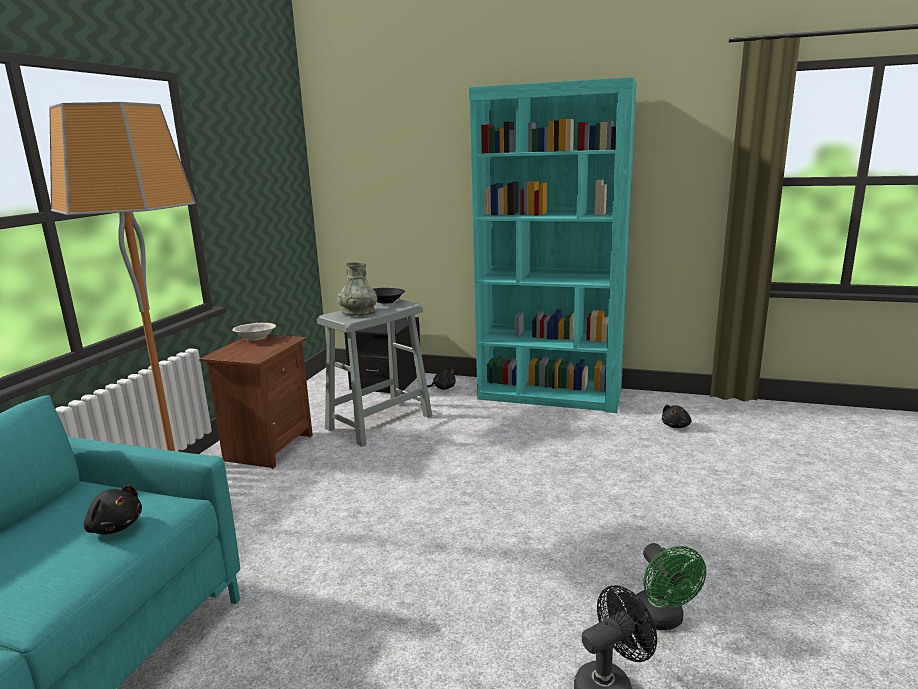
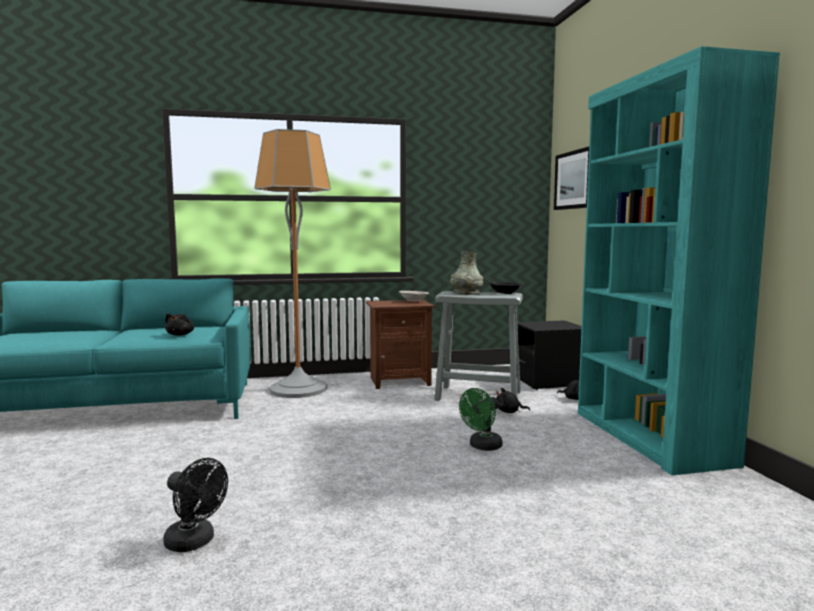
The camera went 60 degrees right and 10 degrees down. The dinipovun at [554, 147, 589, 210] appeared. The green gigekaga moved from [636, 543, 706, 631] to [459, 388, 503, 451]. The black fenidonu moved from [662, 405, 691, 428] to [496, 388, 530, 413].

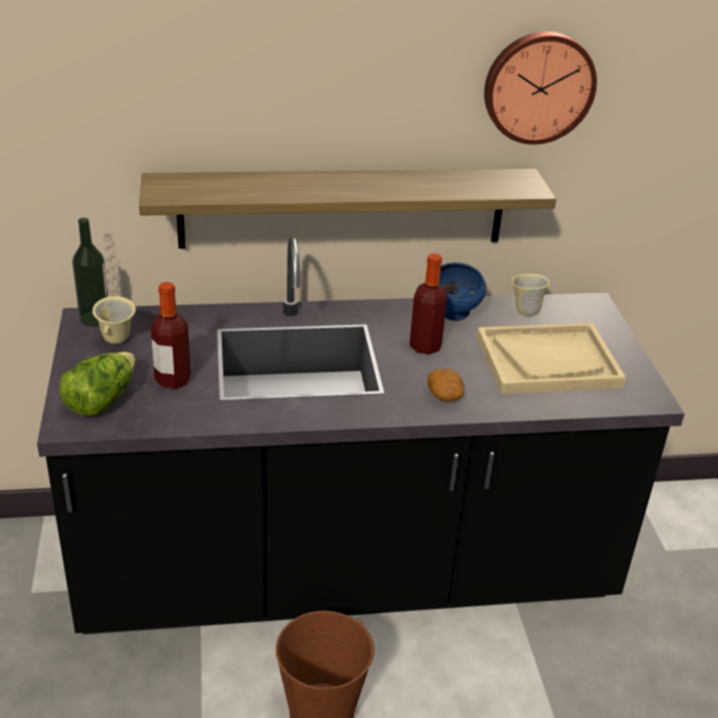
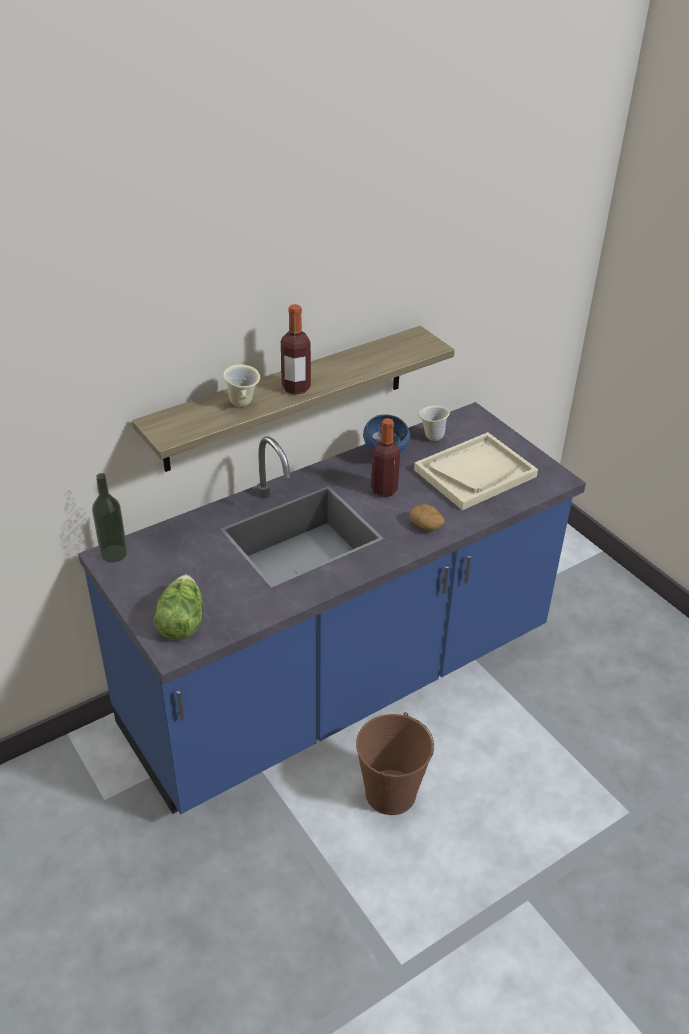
The camera went 25 degrees left and 5 degrees up. The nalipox at [484, 31, 597, 145] disappeared. The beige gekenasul moved from [92, 296, 136, 344] to [223, 364, 260, 407]. The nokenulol moved from [151, 282, 191, 389] to [281, 304, 311, 395]. The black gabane at [37, 238, 685, 634] became the blue gabane at [78, 402, 586, 814].

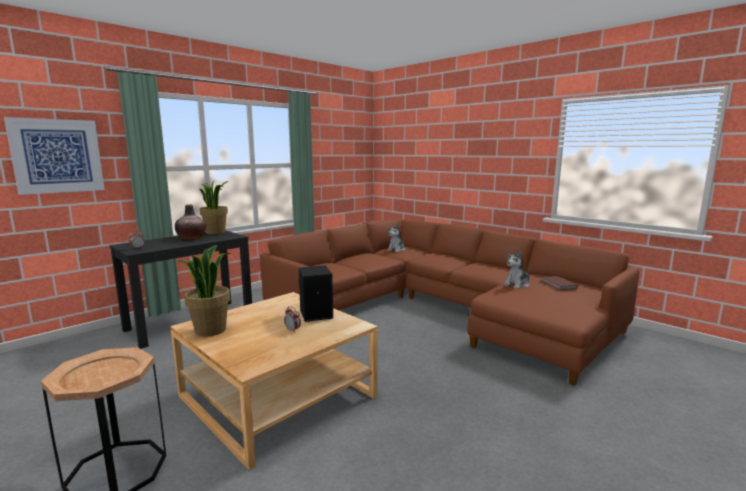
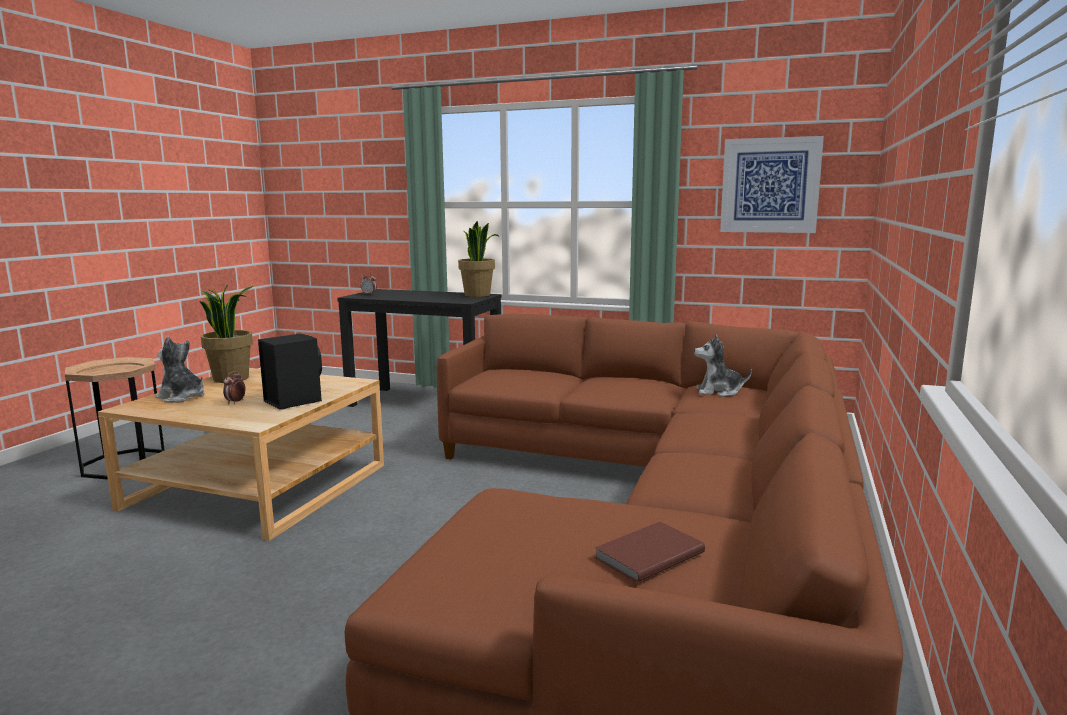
The camera went 65 degrees right and 0 degrees up. The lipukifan at [175, 205, 206, 240] disappeared. The dinipovun moved from [4, 117, 105, 195] to [720, 136, 824, 233]. The fenidonu moved from [503, 251, 530, 289] to [155, 336, 205, 403].

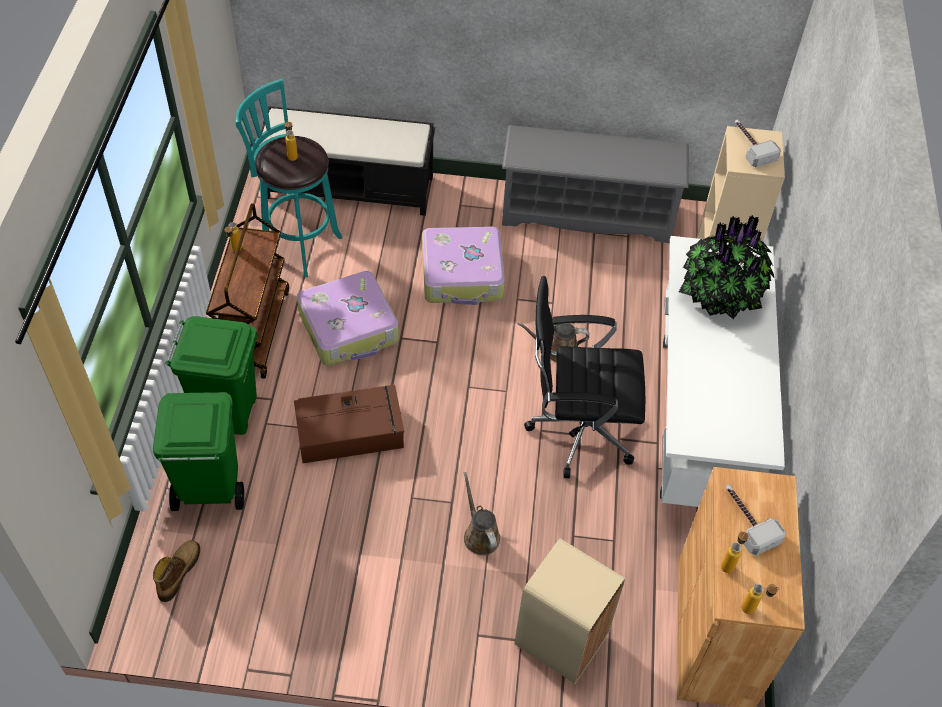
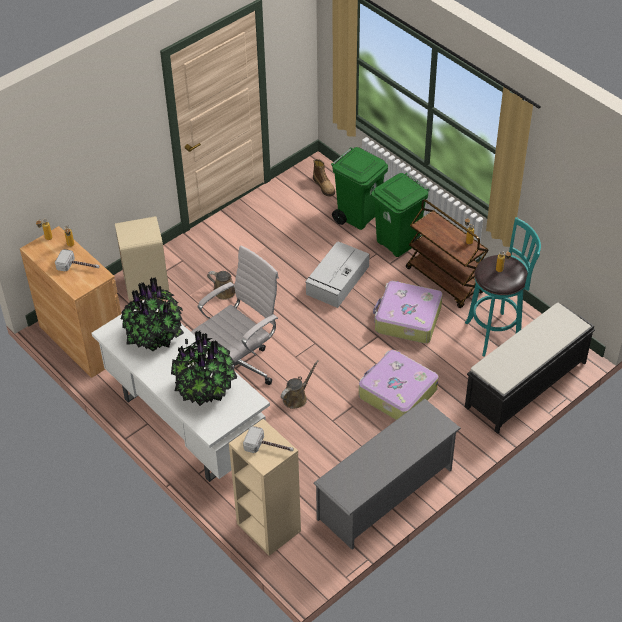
The camera went 135 degrees right and 5 degrees down. The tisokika at [120, 277, 184, 351] appeared. The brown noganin at [294, 385, 404, 463] became the grey noganin at [305, 241, 369, 308]. The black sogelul at [524, 276, 645, 478] became the white sogelul at [191, 245, 279, 385].

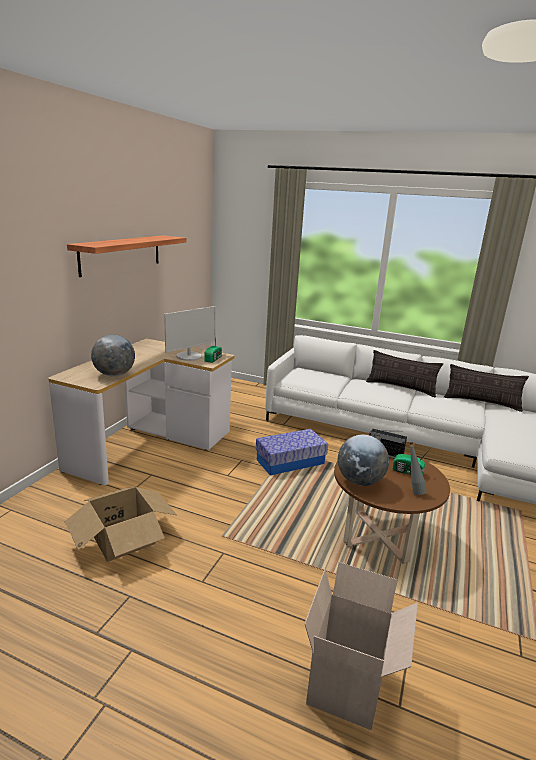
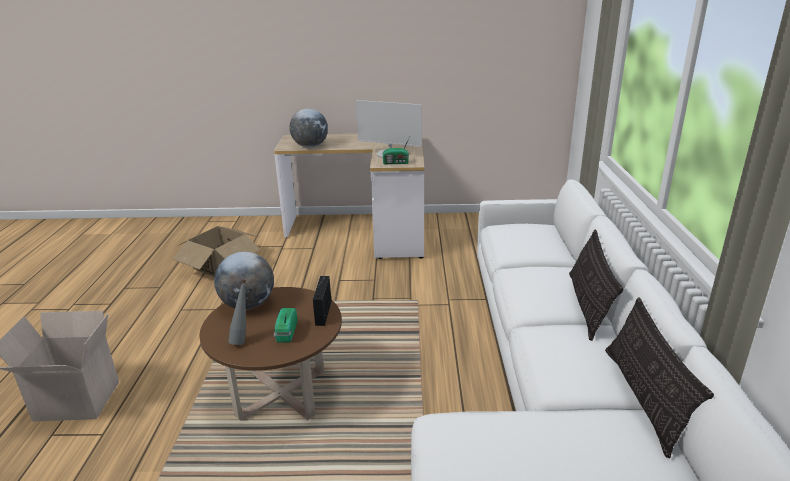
The camera went 70 degrees right and 5 degrees up. The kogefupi at [67, 235, 186, 277] disappeared. The noganin at [256, 429, 328, 475] disappeared.

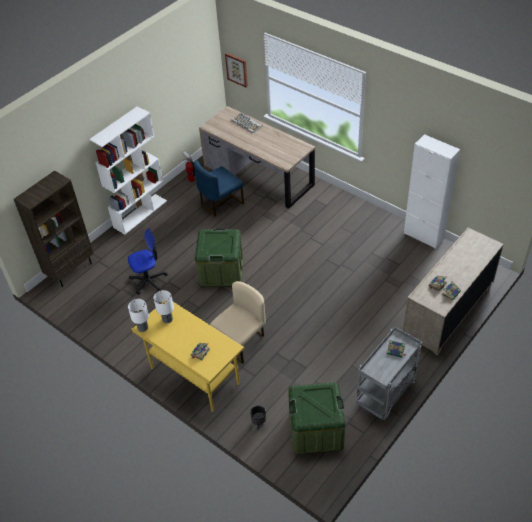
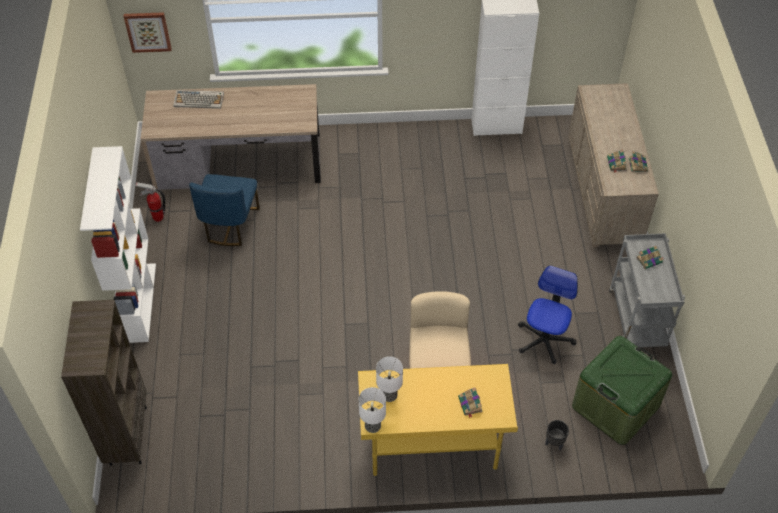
The camera went 45 degrees left and 5 degrees up. The green noganin at [195, 228, 243, 287] disappeared. The sogelul moved from [128, 228, 168, 295] to [518, 265, 578, 364].

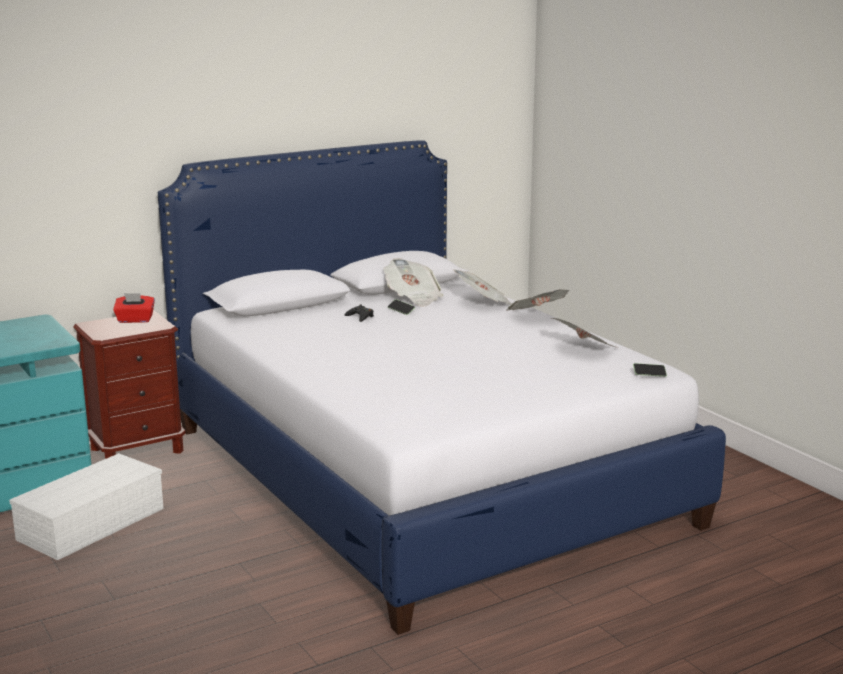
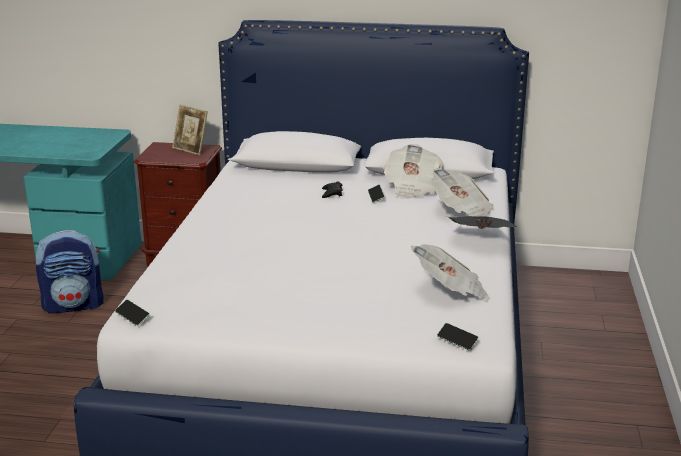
The camera went 40 degrees right and 5 degrees up. The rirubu at [115, 299, 150, 326] appeared. The white noganin at [9, 453, 164, 560] was replaced by the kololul at [36, 230, 104, 313]. The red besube at [113, 293, 155, 323] was replaced by the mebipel at [172, 104, 208, 155].

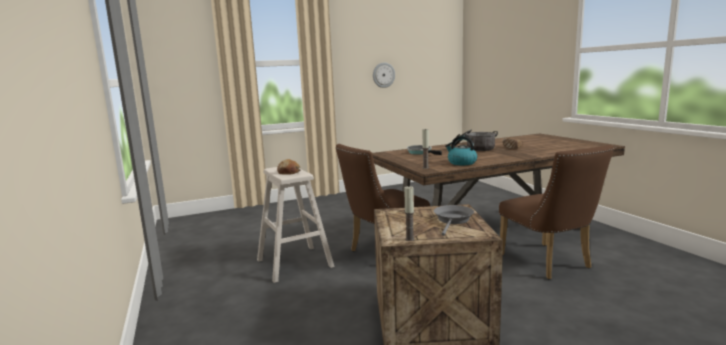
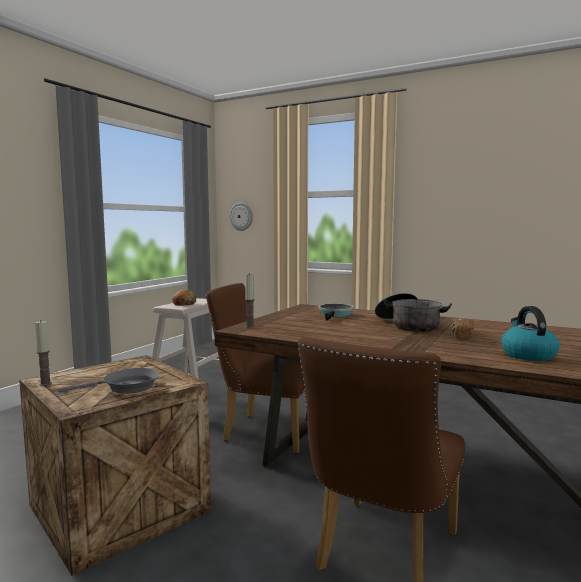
The camera went 50 degrees right and 5 degrees down. The nalipox moved from [373, 62, 395, 88] to [229, 202, 253, 231]. The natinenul moved from [445, 136, 477, 165] to [501, 306, 560, 361].

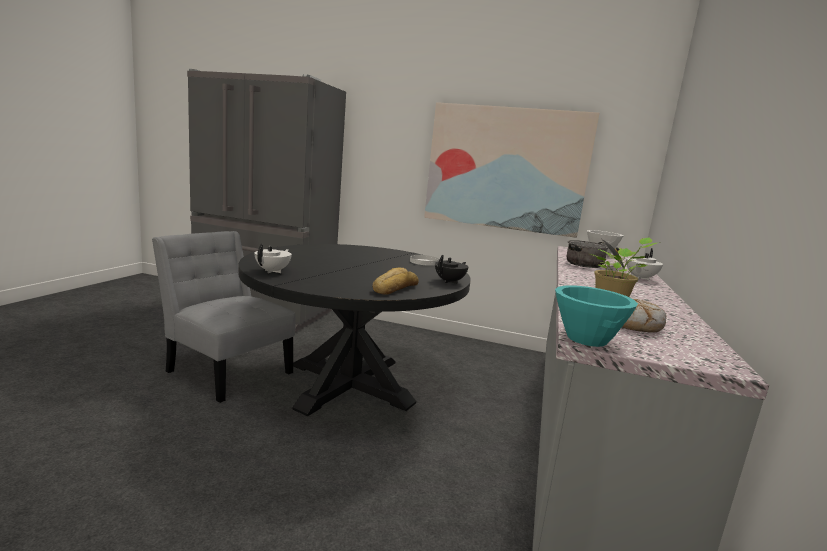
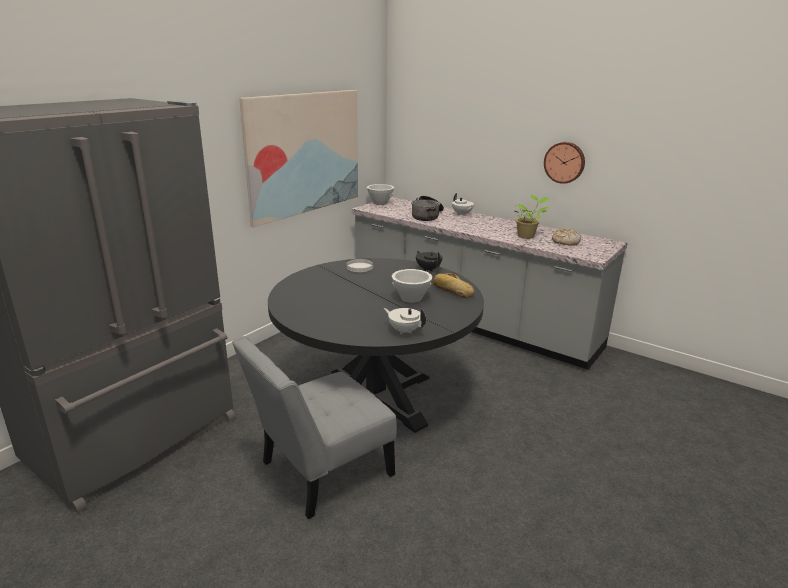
The camera went 70 degrees left and 10 degrees up. The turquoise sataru at [555, 285, 638, 347] disappeared. The white sataru at [392, 269, 432, 303] appeared. The nalipox at [544, 142, 585, 184] appeared.

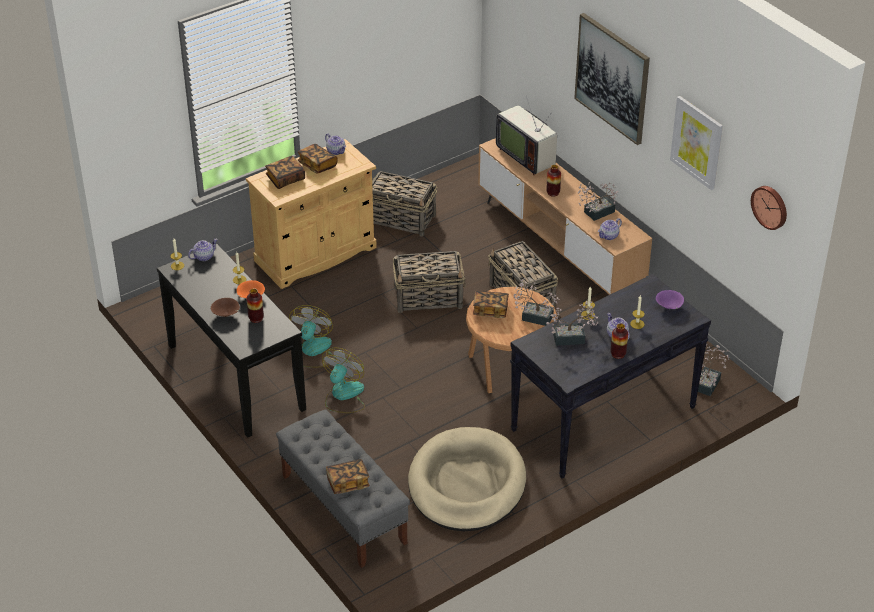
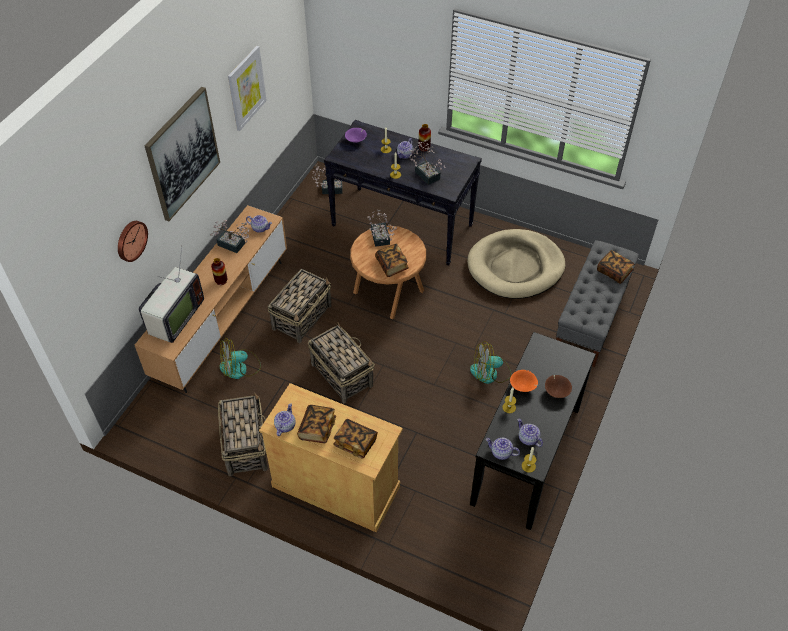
The camera went 120 degrees left and 10 degrees up. The lipukifan at [247, 288, 264, 323] disappeared. The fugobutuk at [518, 418, 543, 447] appeared. The gigekaga moved from [289, 305, 337, 368] to [219, 338, 261, 379]. The nalipox moved from [751, 186, 787, 230] to [118, 221, 148, 262].

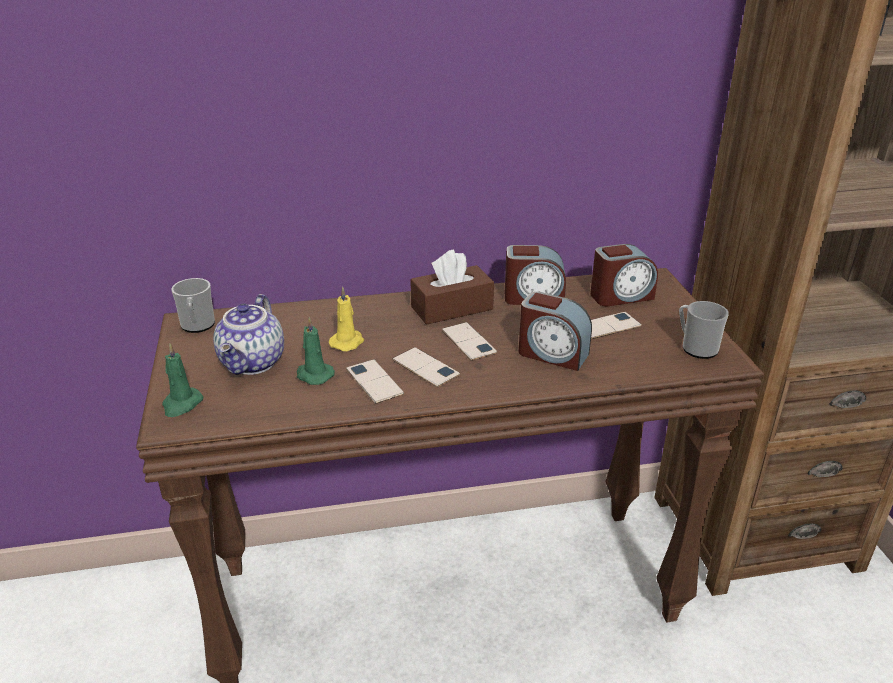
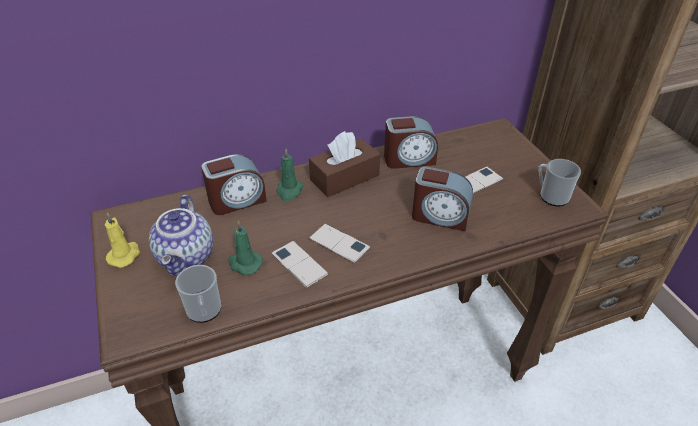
The camera went 10 degrees left and 10 degrees up. The rirubu at [442, 322, 497, 361] disappeared. The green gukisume moved from [162, 343, 203, 417] to [276, 149, 304, 201]. The gekenasul moved from [171, 278, 215, 333] to [175, 265, 221, 323]. The yellow gukisume moved from [328, 287, 364, 351] to [105, 213, 140, 268]. The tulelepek moved from [590, 244, 658, 306] to [201, 154, 267, 215].

